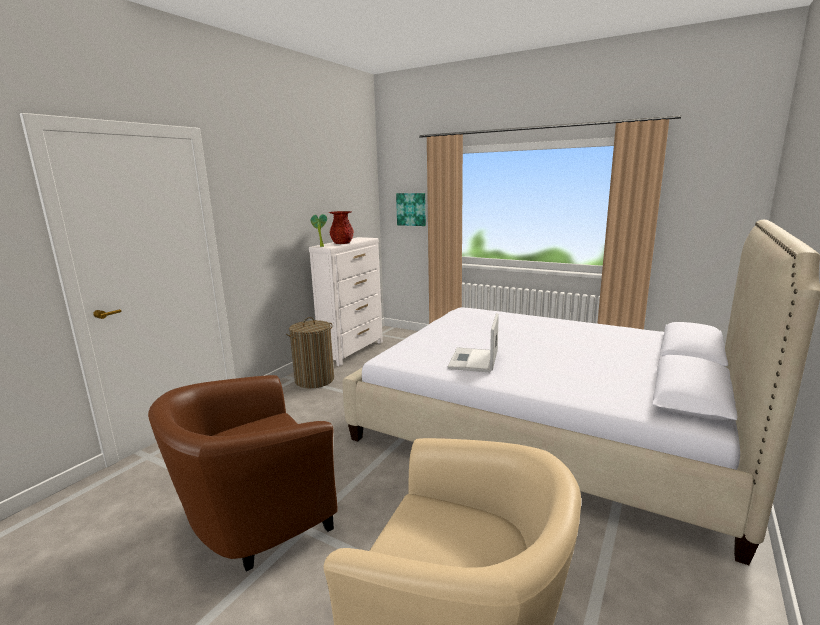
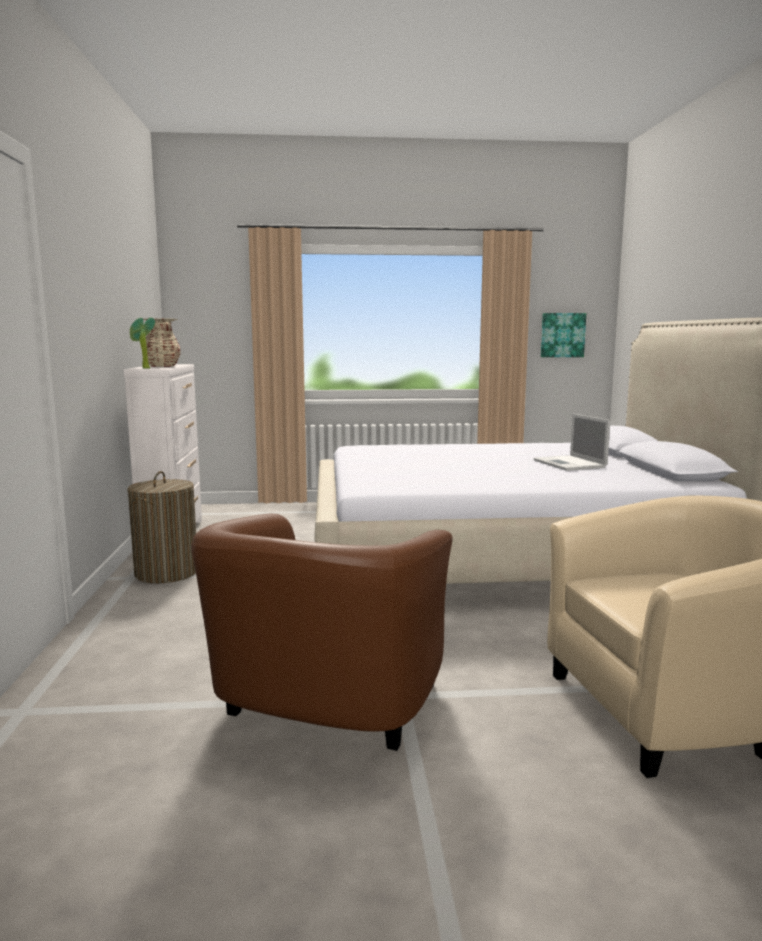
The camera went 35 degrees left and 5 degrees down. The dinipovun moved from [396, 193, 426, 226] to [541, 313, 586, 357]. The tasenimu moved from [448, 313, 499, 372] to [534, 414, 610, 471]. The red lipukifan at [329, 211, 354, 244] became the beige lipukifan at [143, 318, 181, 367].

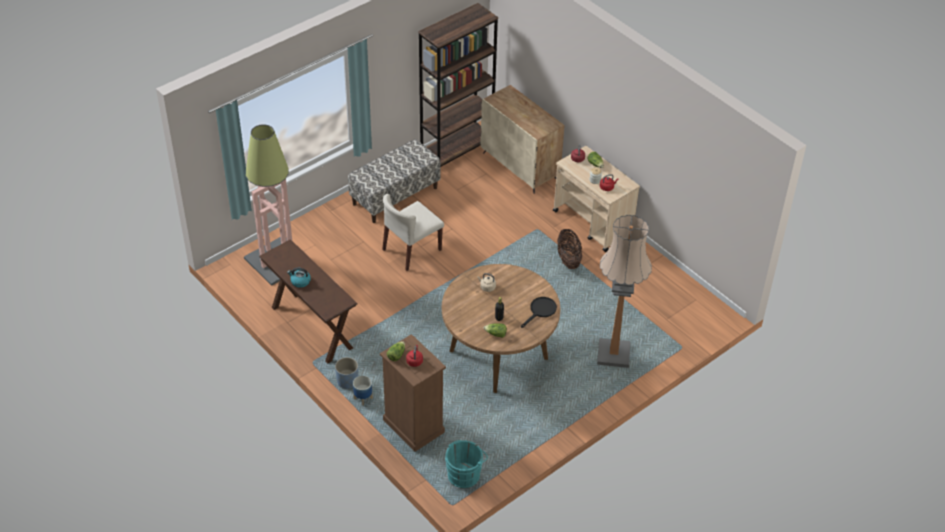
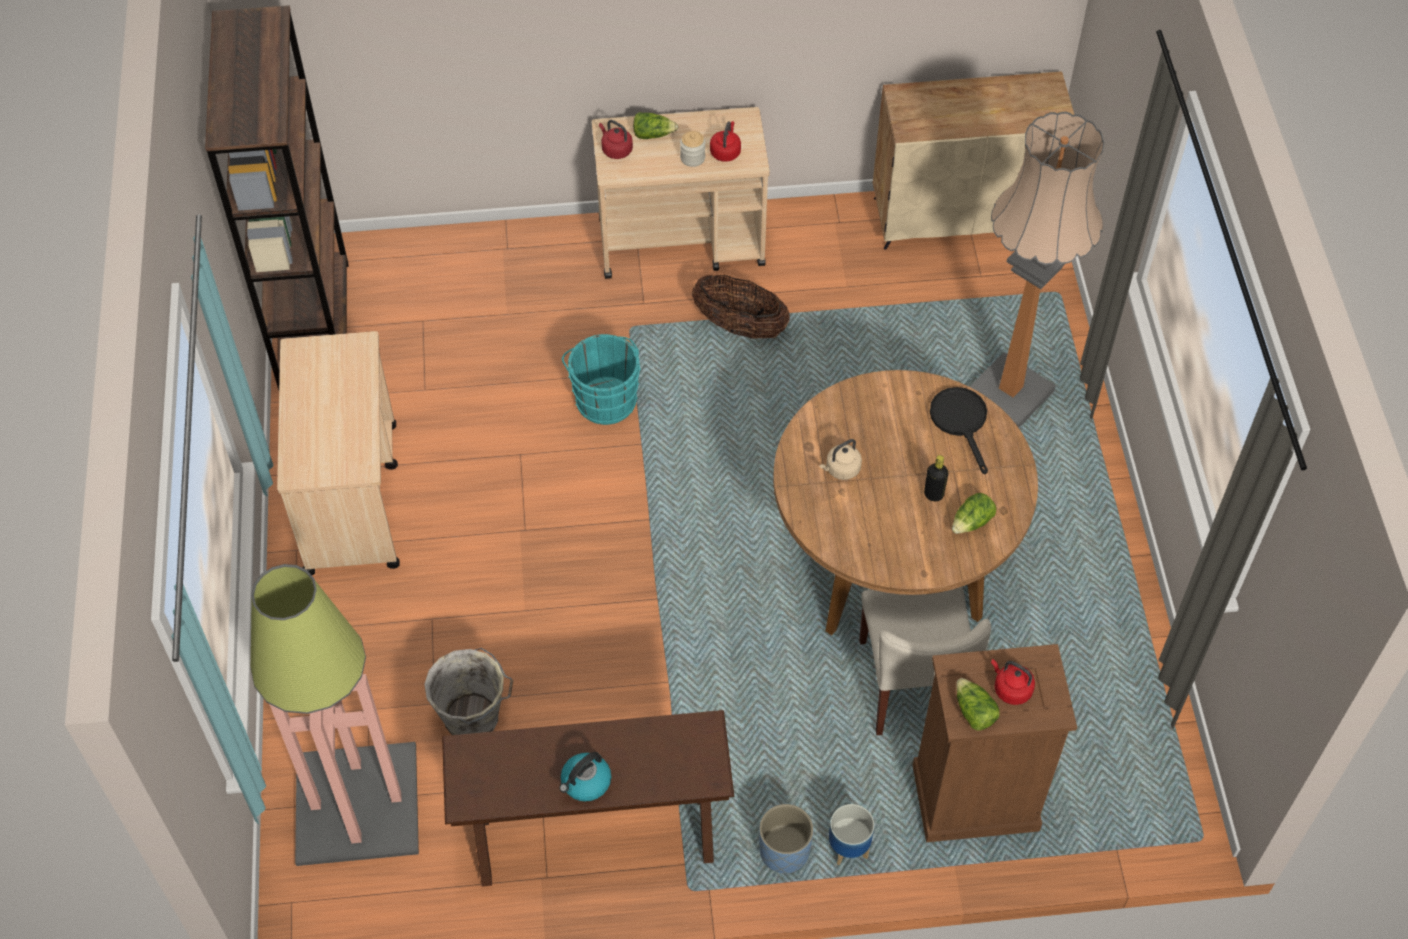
The camera went 55 degrees left and 10 degrees up. The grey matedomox at [424, 648, 514, 735] appeared. The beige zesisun moved from [382, 194, 444, 271] to [859, 586, 991, 736]. The turquoise matedomox moved from [445, 440, 488, 488] to [562, 334, 641, 425]. The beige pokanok moved from [480, 85, 564, 194] to [872, 71, 1074, 250]. The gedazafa at [348, 139, 441, 223] was replaced by the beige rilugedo at [277, 331, 400, 575].

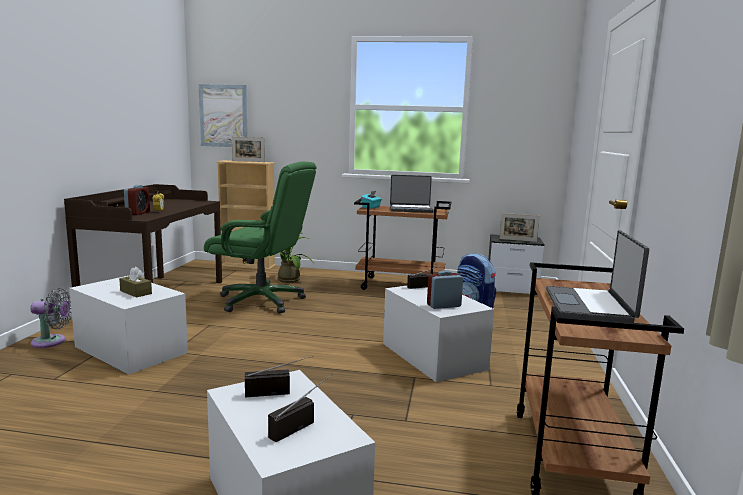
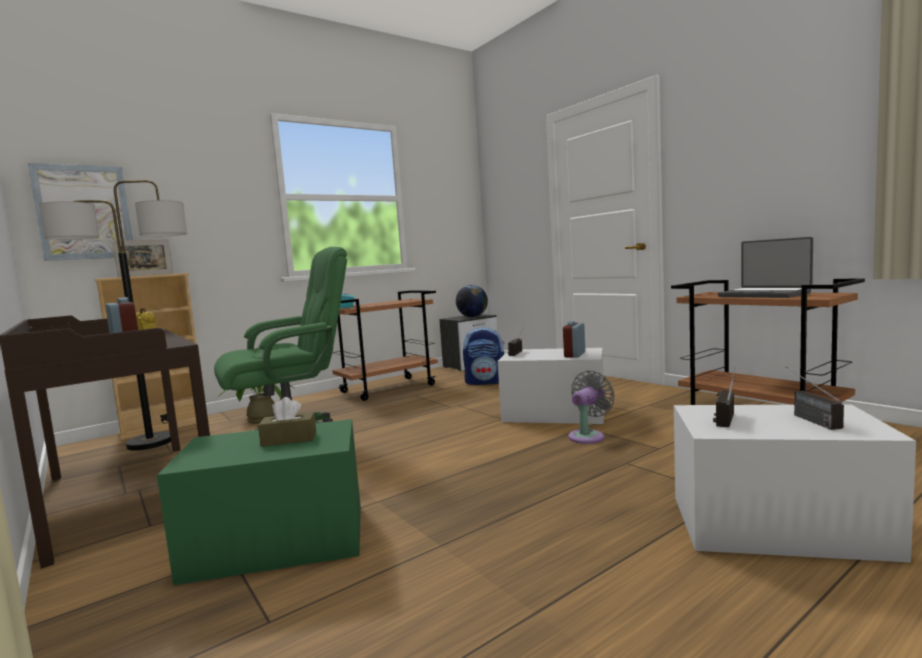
The camera went 45 degrees left and 5 degrees down. The tasenimu at [390, 175, 433, 213] disappeared. The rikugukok at [39, 180, 187, 451] appeared. The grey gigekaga moved from [30, 288, 72, 348] to [568, 370, 615, 444]. The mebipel at [499, 213, 540, 242] was replaced by the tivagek at [456, 285, 488, 317]. The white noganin at [69, 276, 188, 374] became the green noganin at [157, 419, 361, 585].

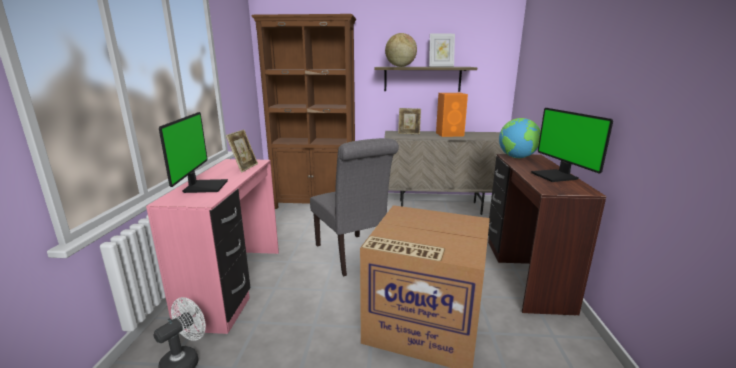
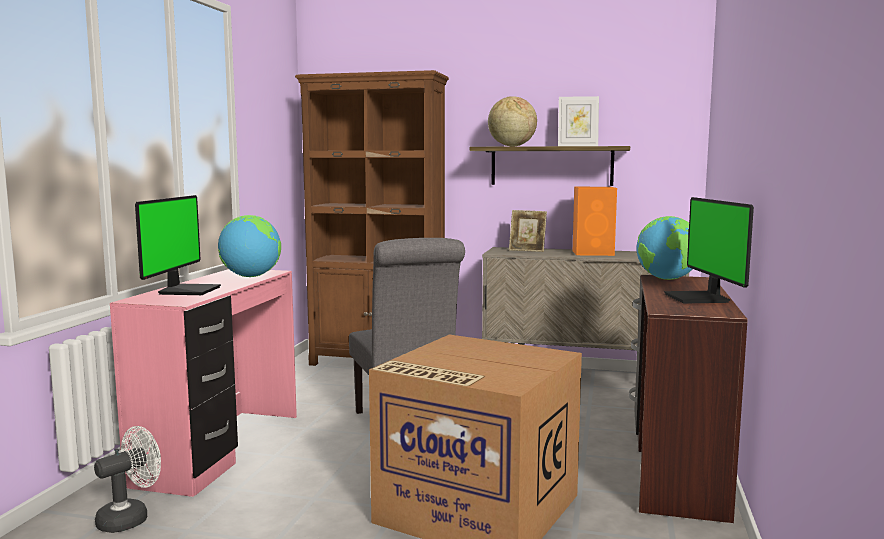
The camera went 10 degrees right and 10 degrees down. The mebipel at [226, 130, 258, 173] was replaced by the tivagek at [218, 215, 281, 277].

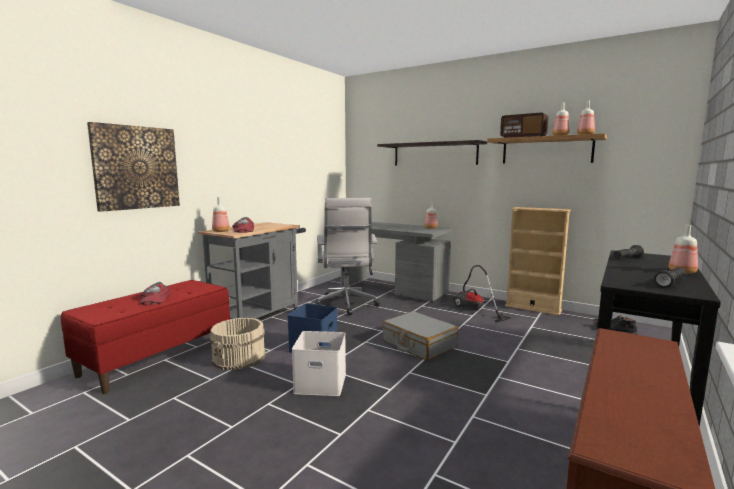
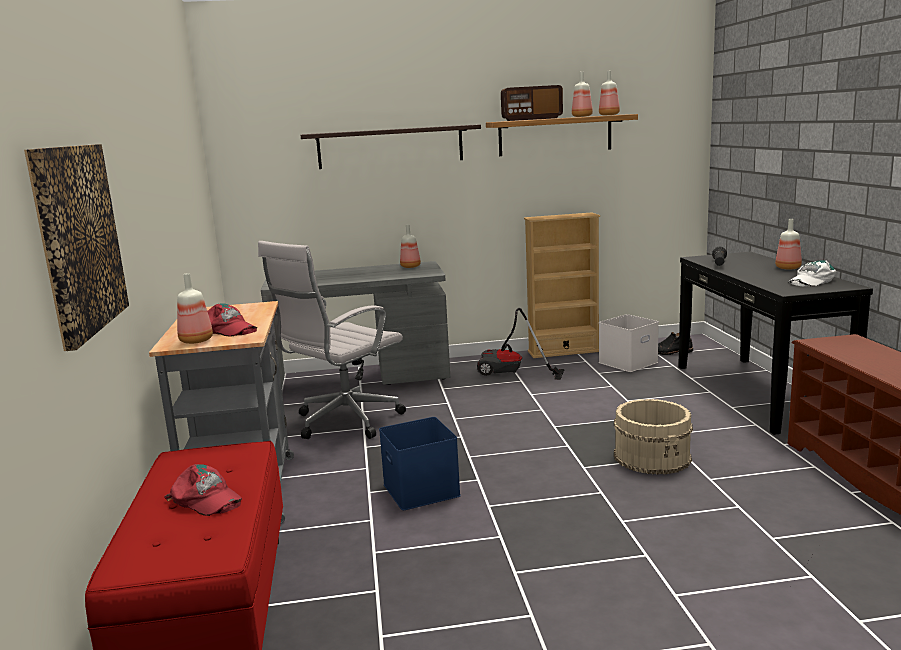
The camera went 40 degrees left and 5 degrees up. The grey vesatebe at [382, 311, 458, 361] disappeared. The beige matedomox moved from [210, 318, 266, 370] to [614, 399, 693, 475]. The white noganin moved from [292, 331, 346, 396] to [599, 314, 659, 372]. The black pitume at [654, 267, 685, 288] was replaced by the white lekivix at [788, 260, 836, 286]. The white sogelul at [315, 198, 380, 315] turned 90 degrees clockwise.

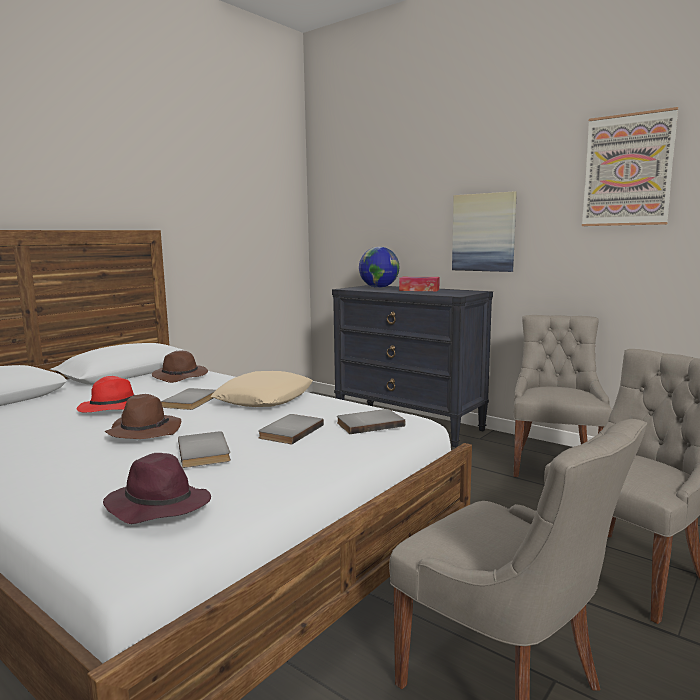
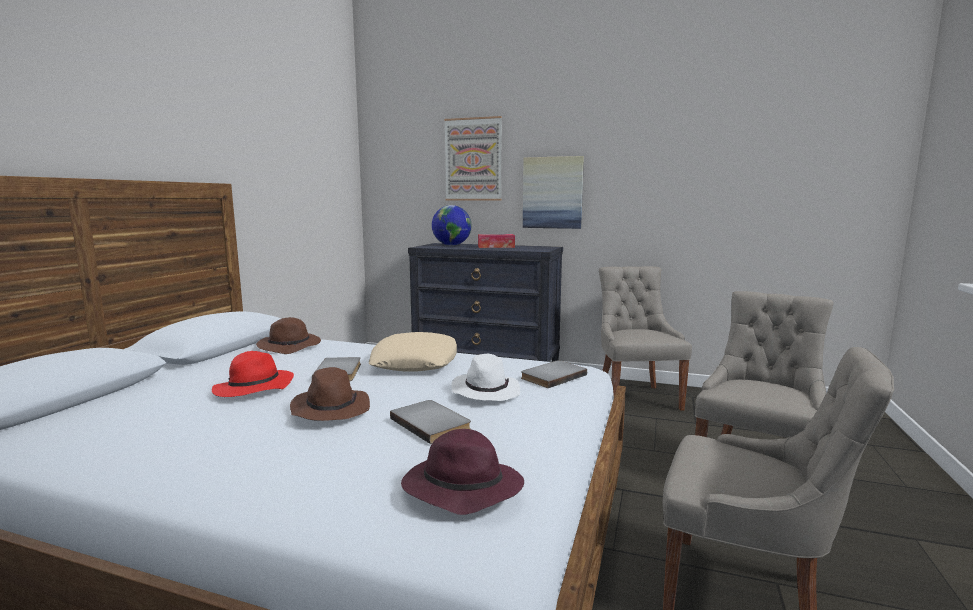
The camera went 20 degrees left and 0 degrees up. The dinipovun moved from [582, 107, 678, 226] to [444, 116, 502, 201]. The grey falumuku at [258, 414, 324, 444] was replaced by the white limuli at [451, 354, 520, 401].

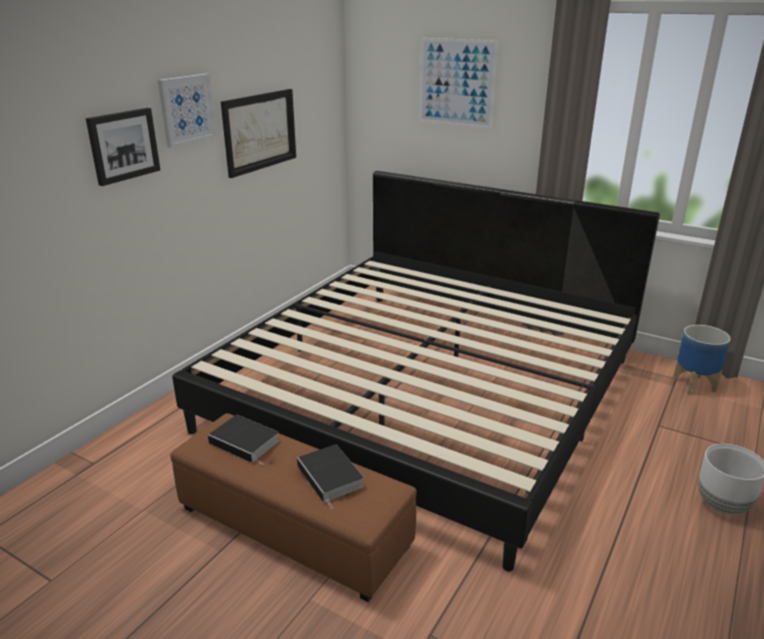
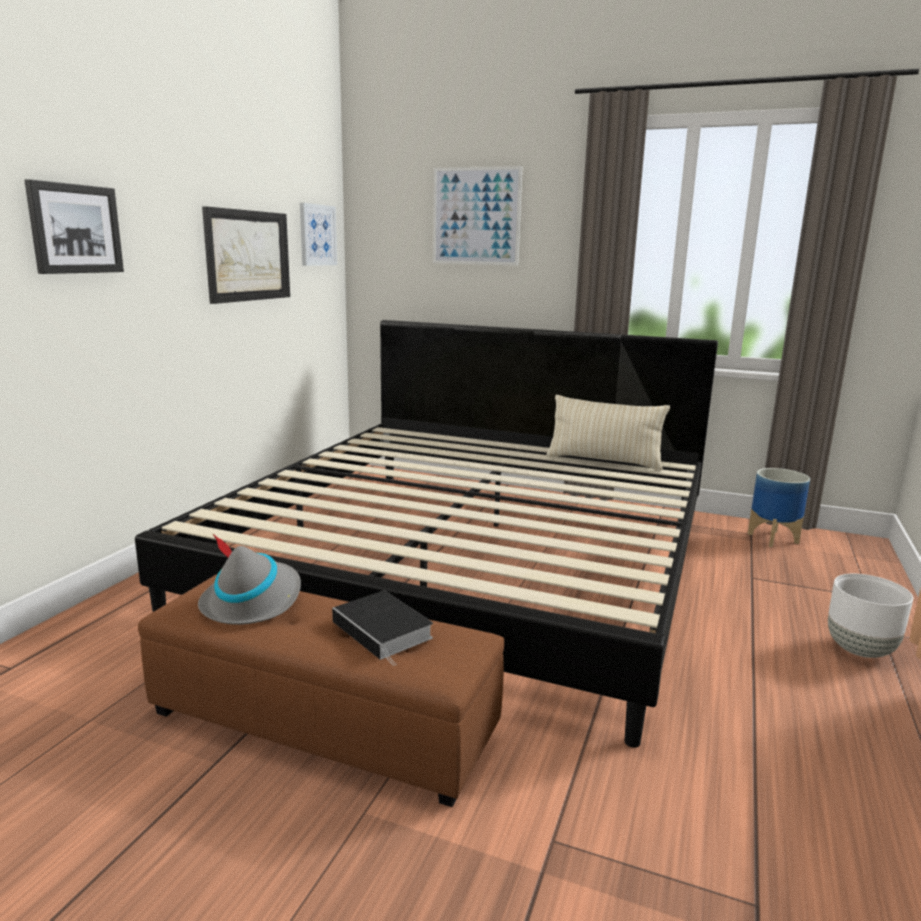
The camera went 10 degrees left and 10 degrees down. The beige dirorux at [546, 395, 670, 471] appeared. The dinipovun moved from [158, 74, 216, 148] to [300, 203, 337, 266]. The falumuku at [208, 415, 279, 465] was replaced by the grey limuli at [198, 534, 301, 625].

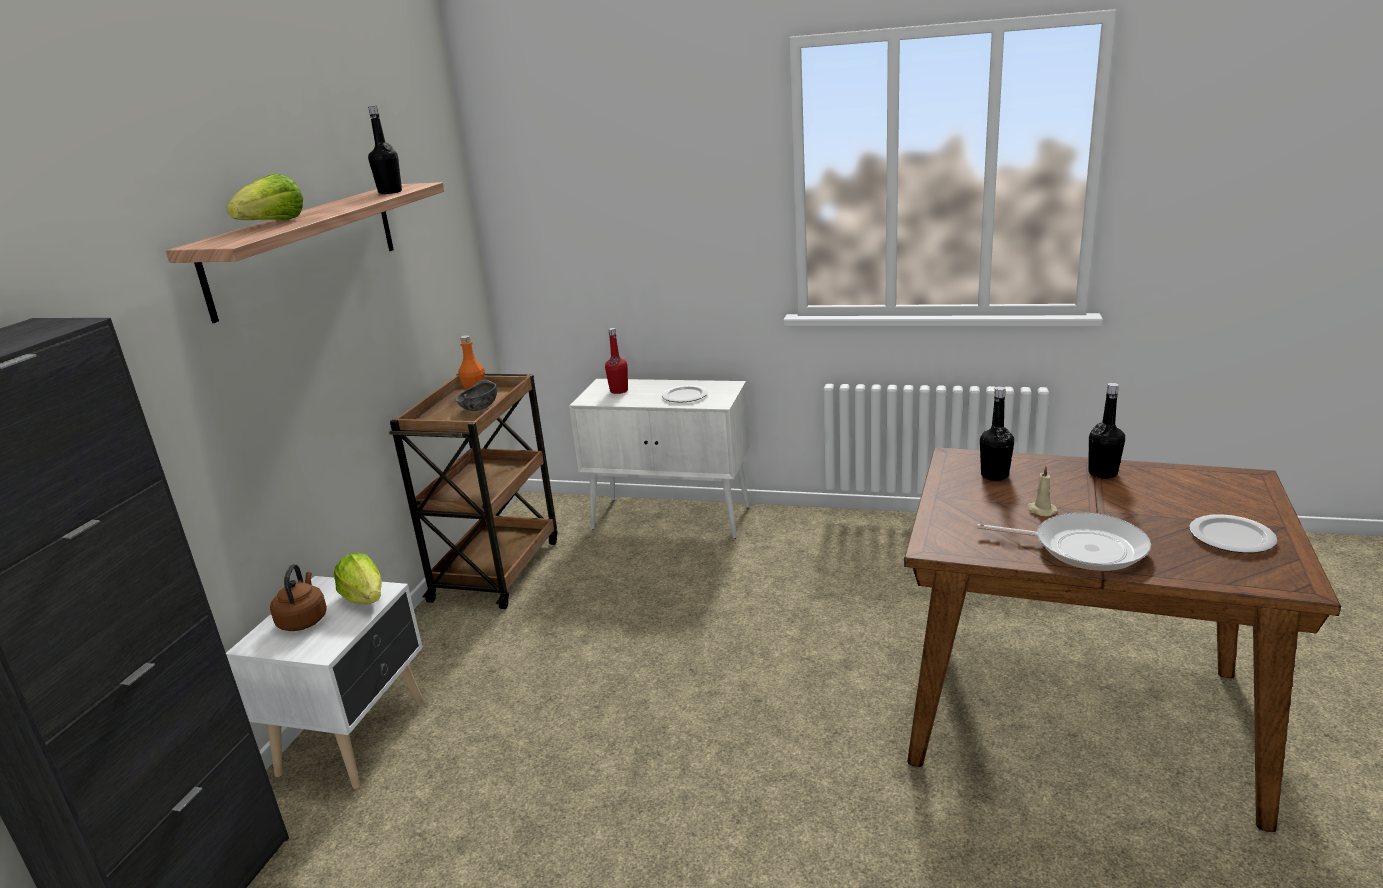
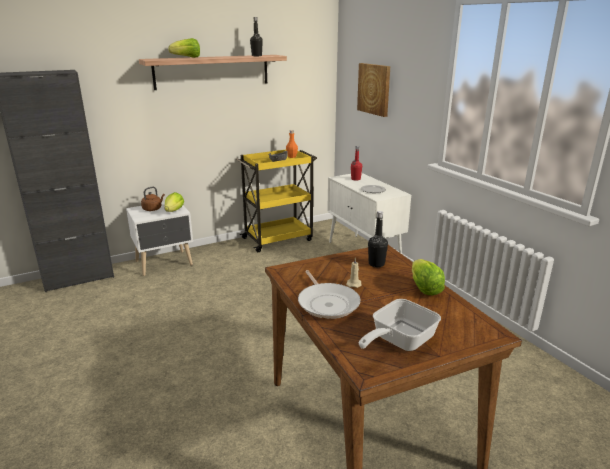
The camera went 45 degrees right and 0 degrees up. The dinipovun at [357, 63, 390, 117] appeared. The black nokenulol at [1088, 383, 1125, 479] was replaced by the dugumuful at [412, 259, 445, 295]. The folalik at [1189, 514, 1277, 553] was replaced by the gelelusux at [359, 299, 441, 351]. The brown rilugedo at [389, 374, 558, 609] became the yellow rilugedo at [236, 150, 317, 252].

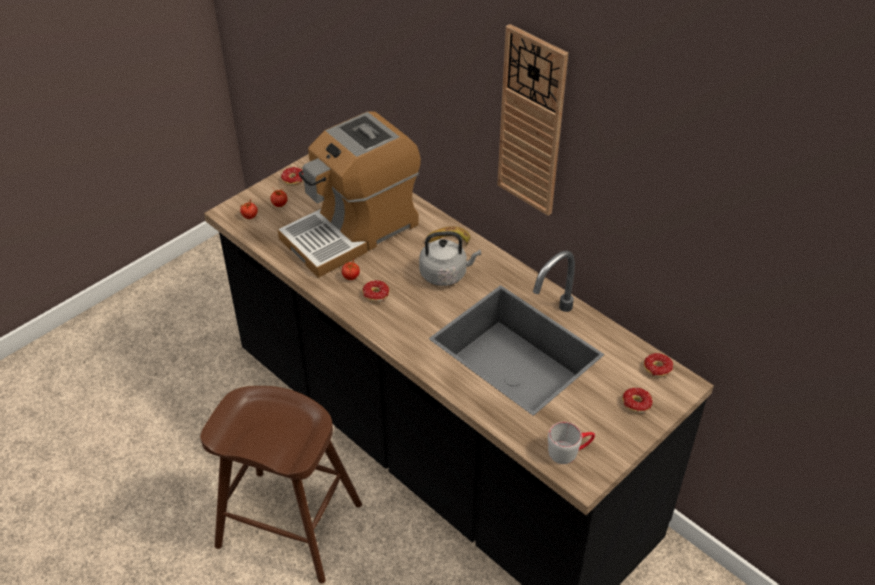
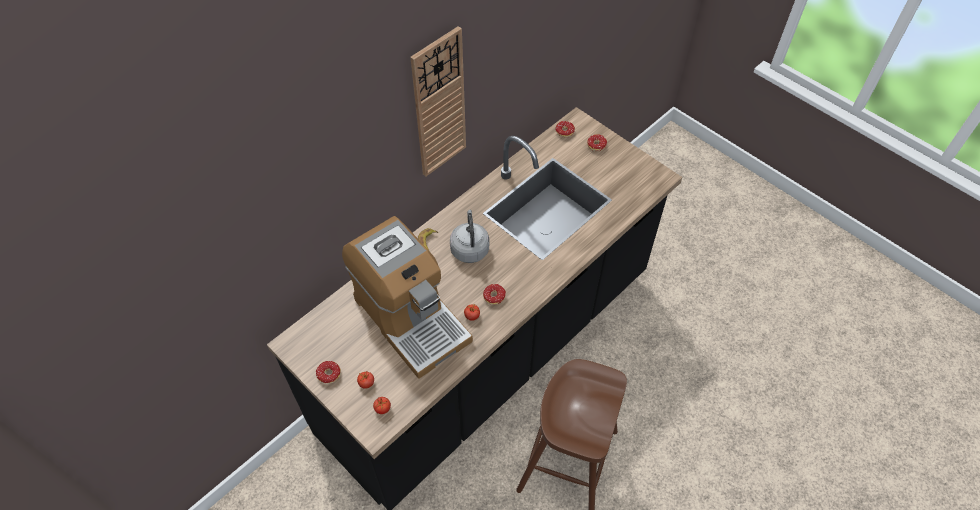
The camera went 90 degrees left and 10 degrees up. The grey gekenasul at [548, 422, 595, 464] disappeared.

